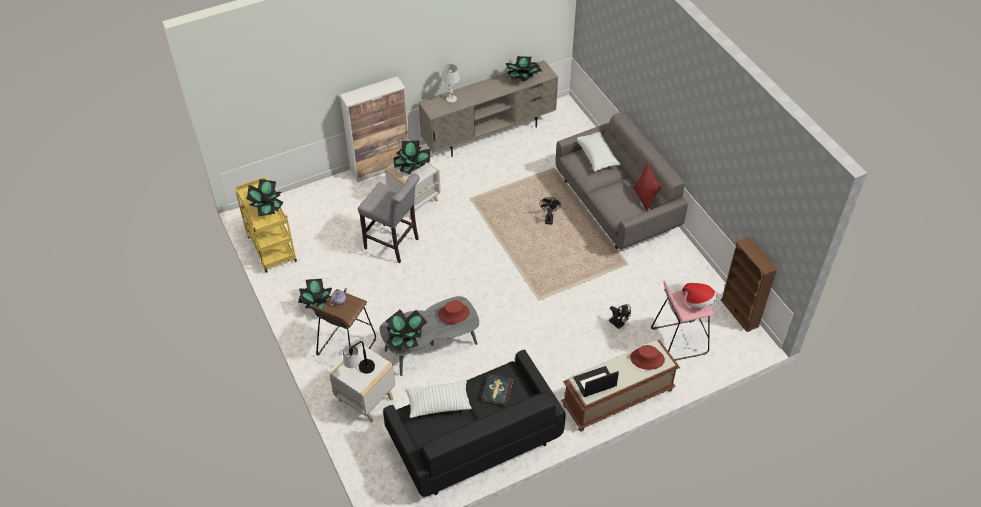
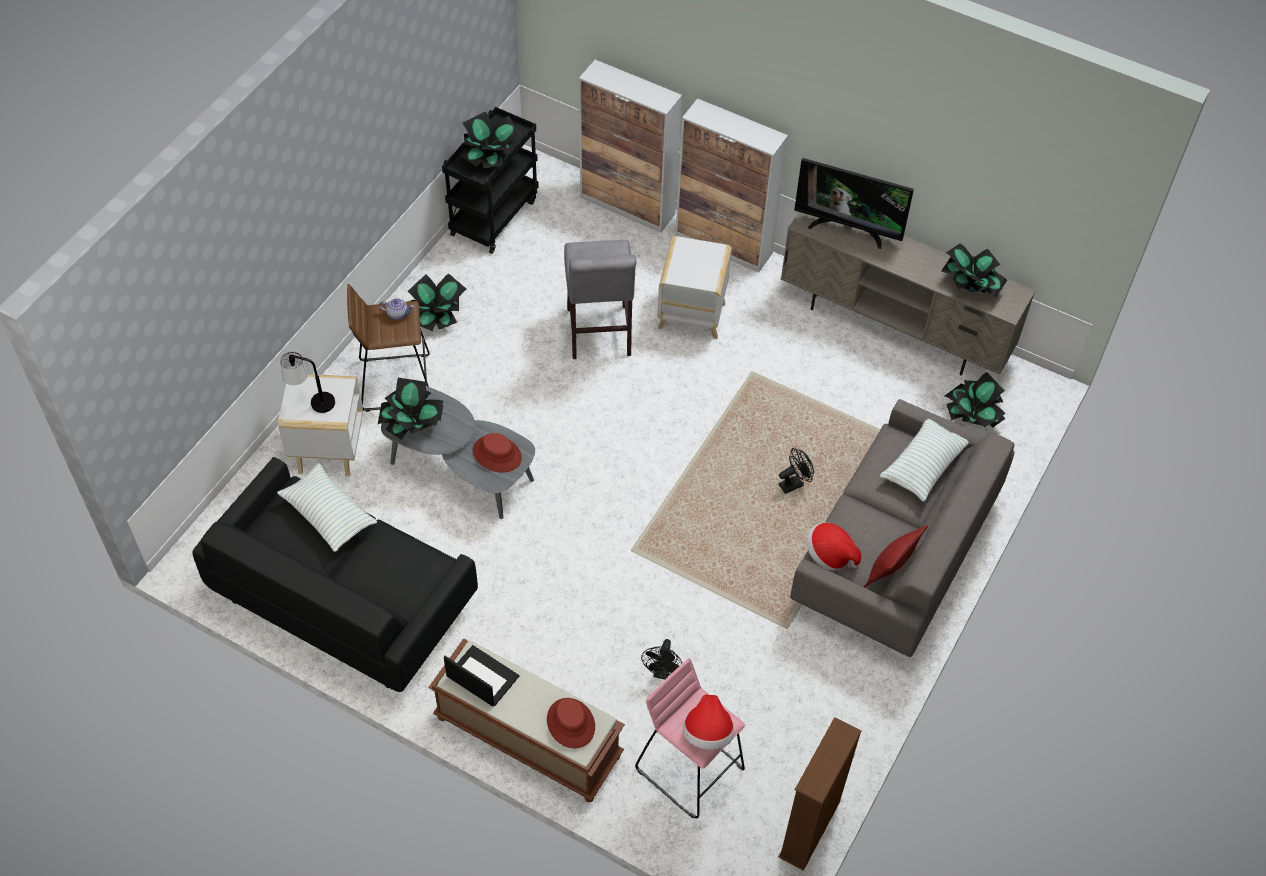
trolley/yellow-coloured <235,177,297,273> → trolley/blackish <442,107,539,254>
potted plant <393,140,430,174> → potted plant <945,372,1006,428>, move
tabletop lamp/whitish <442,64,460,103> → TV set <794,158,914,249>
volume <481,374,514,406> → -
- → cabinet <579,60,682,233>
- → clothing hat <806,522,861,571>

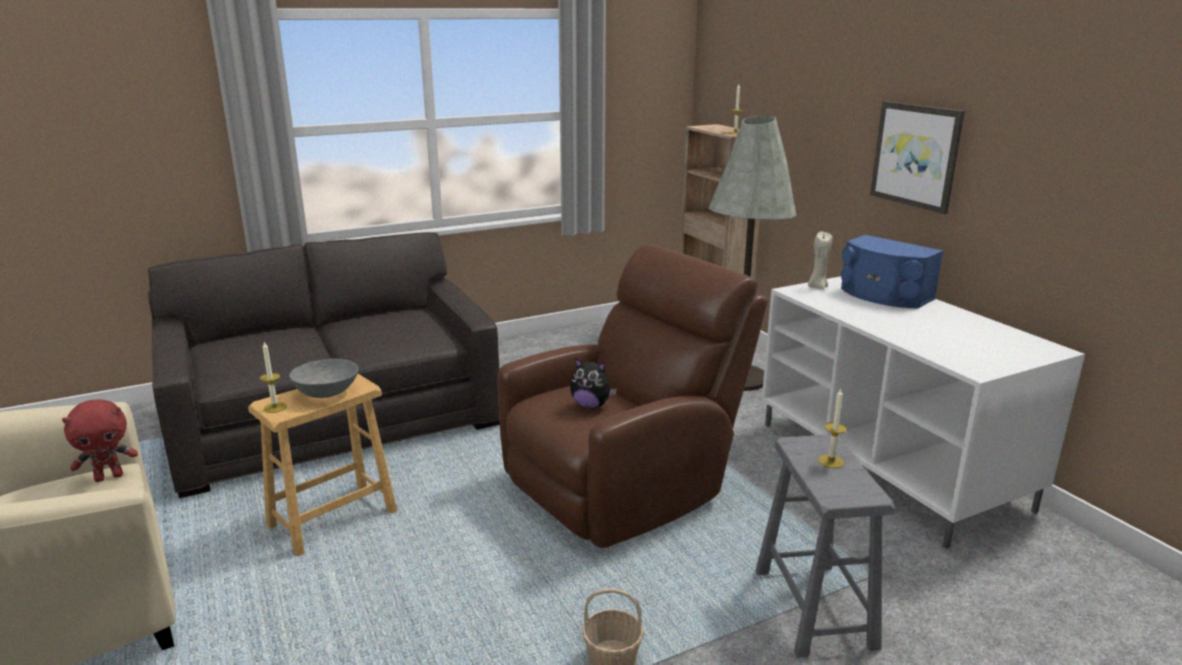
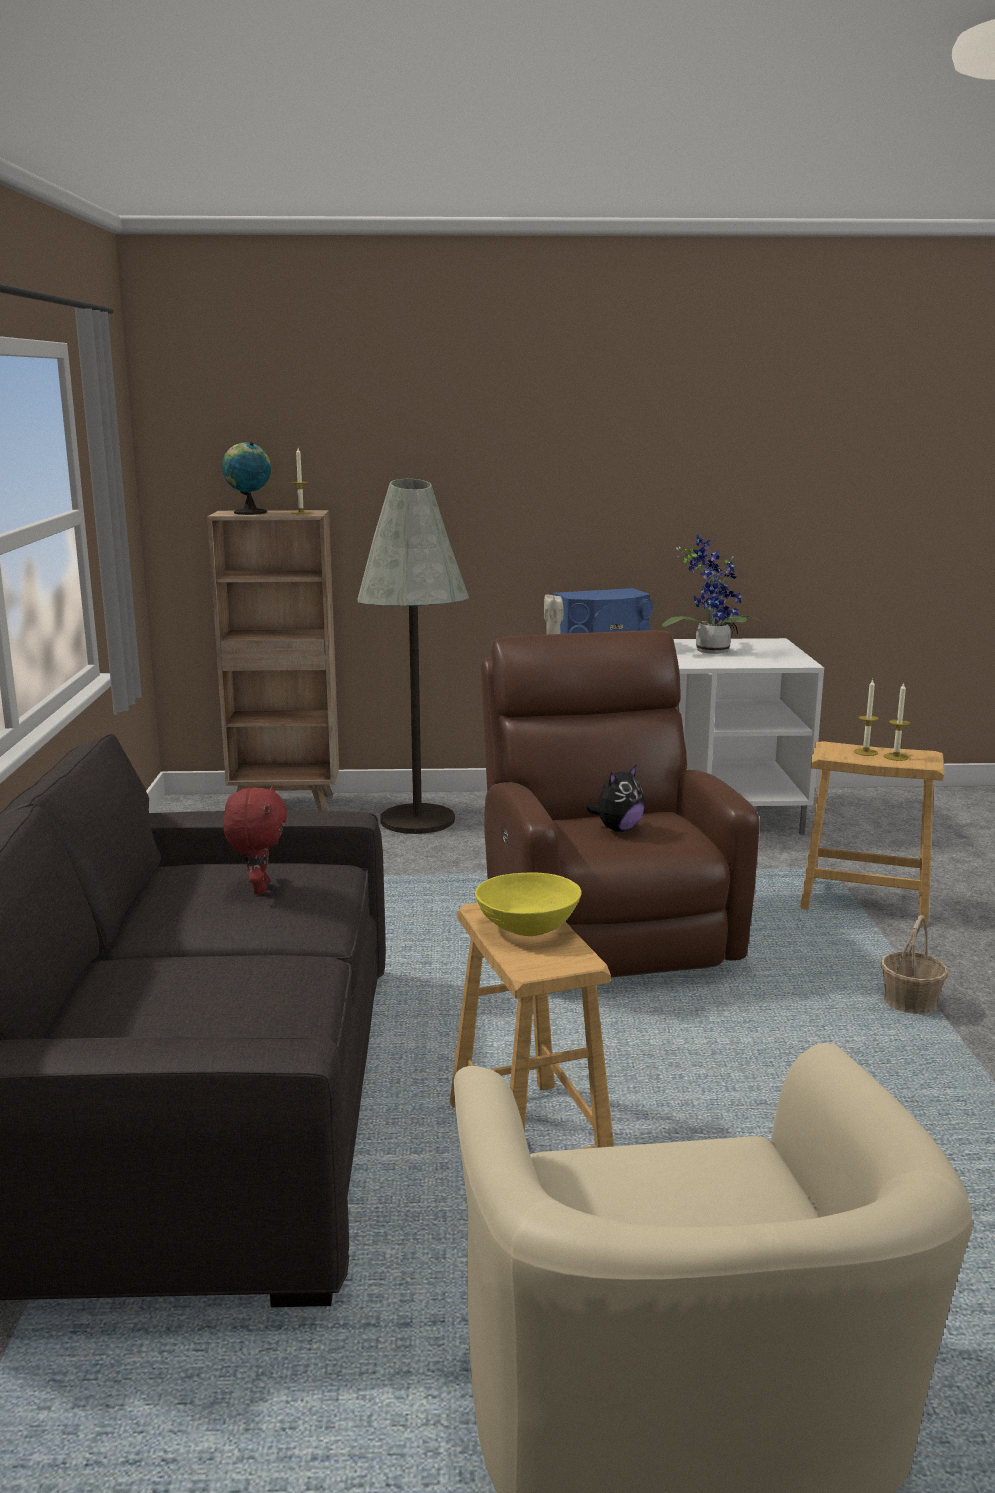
cuddly toy/red <62,399,138,482> → cuddly toy/red <223,786,287,894>, move
wax light <260,342,287,413> → wax light <884,682,910,761>, move
deep dish/greyish <289,359,358,398> → deep dish/yellow-coloured <475,873,582,936>
stool seat/greyish <755,434,895,658> → stool seat/brown <800,741,944,926>
wall art <870,101,965,214> → -
- → desk globe <222,442,271,515>
- → potted plant <662,534,761,654>

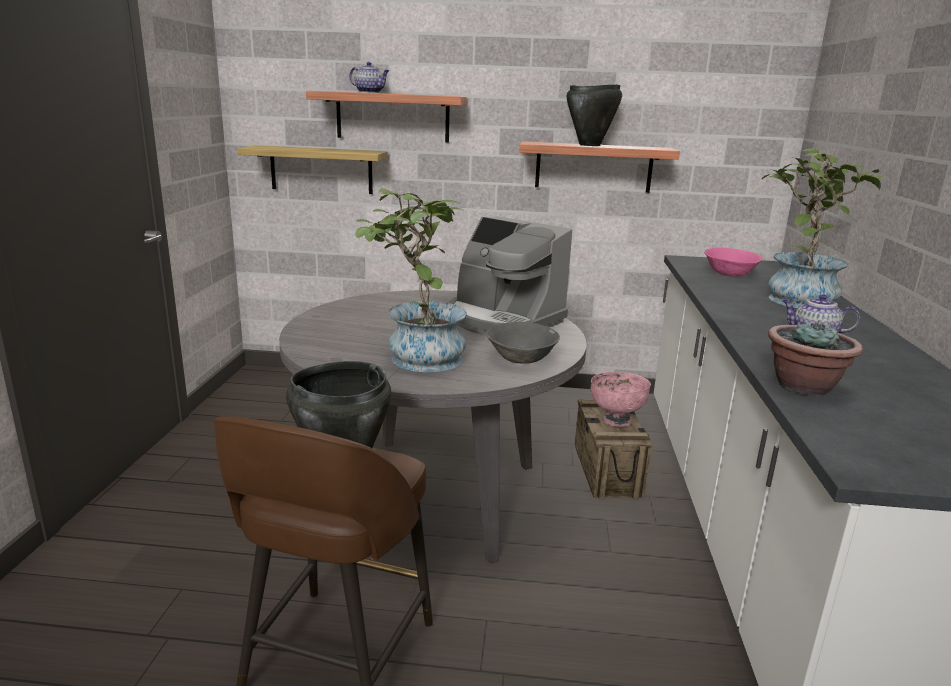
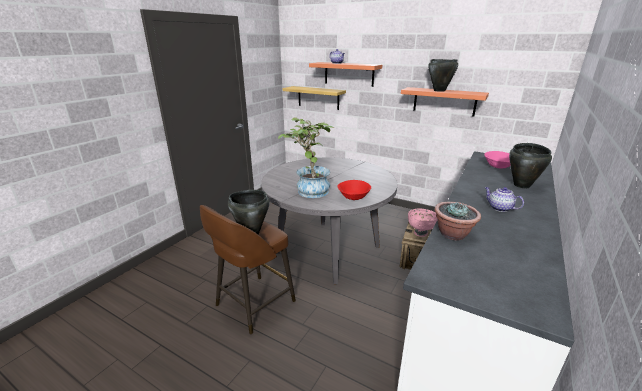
coffee machine <448,216,572,336> → -
deep dish/greyish <486,322,560,364> → deep dish/red <337,180,371,200>
potted plant <762,148,884,308> → cooking pot/blackish <509,143,552,188>

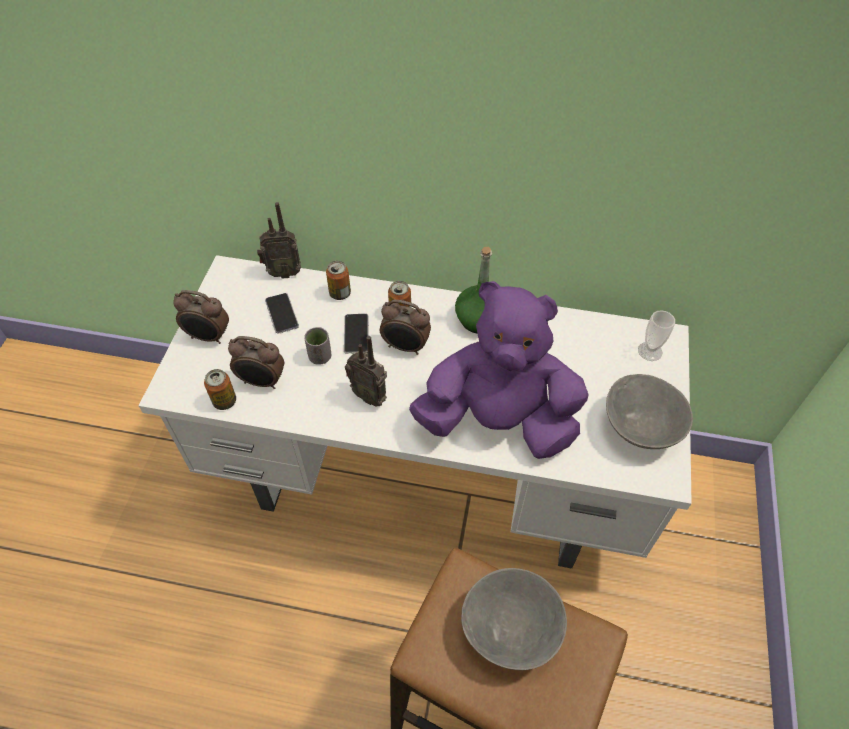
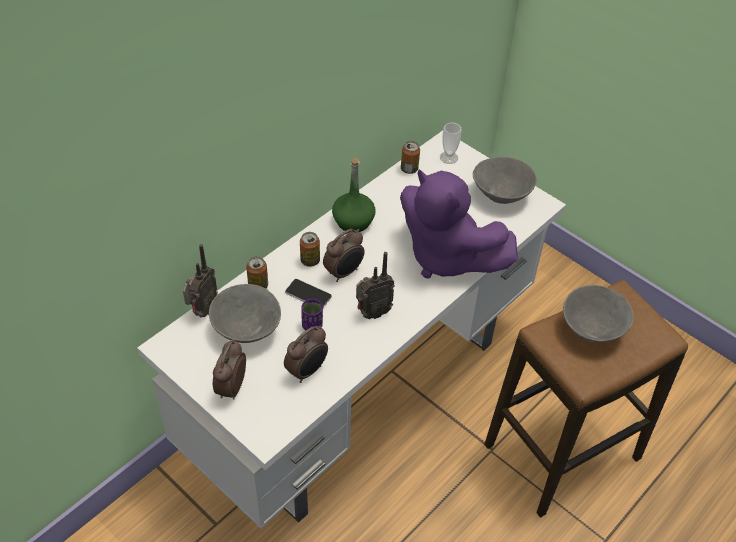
bedside clock <173,290,229,344> → bedside clock <213,339,246,400>, 150 degrees clockwise
can <204,369,236,410> → can <401,141,420,174>, move
phone <265,293,299,334> → deep dish/greyish <209,284,281,343>
small cup/greyish <304,327,331,365> → small cup/purplish <301,299,323,330>
cuddly toy/purplish <409,281,589,459> → cuddly toy/purplish <400,169,518,278>, 90 degrees counterclockwise

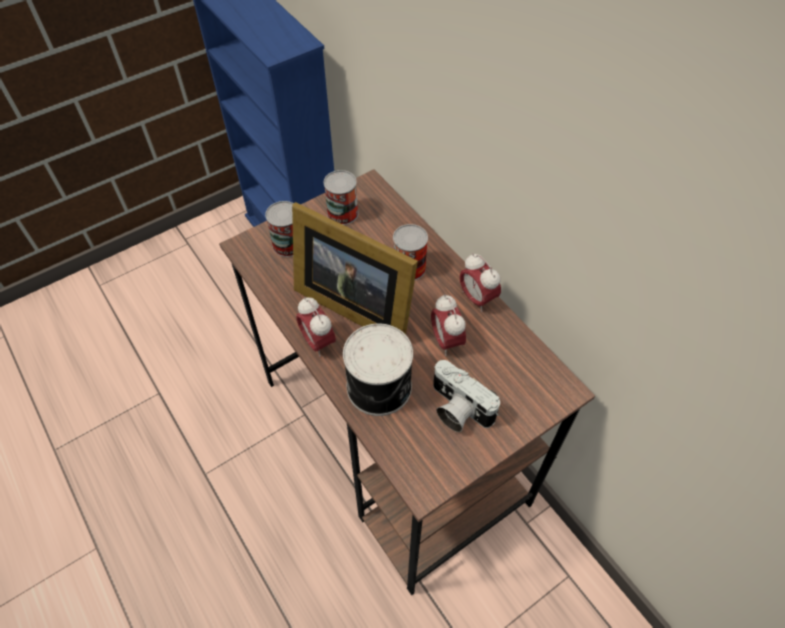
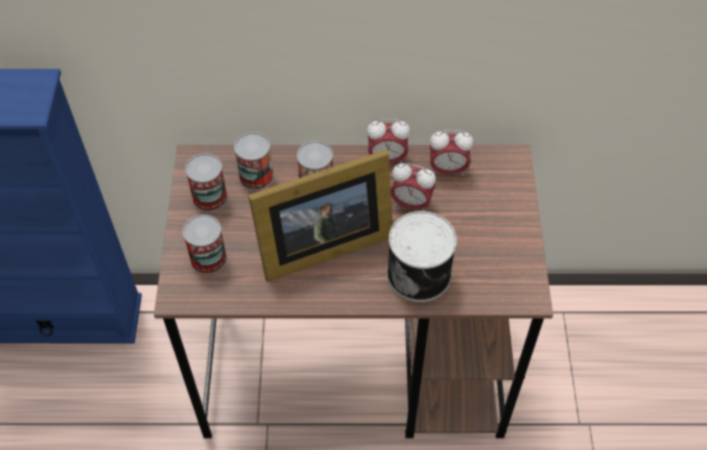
bedside clock <296,297,336,357> → bedside clock <430,130,473,176>, move
photo camera <433,360,500,432> → -
- → can <234,132,274,190>

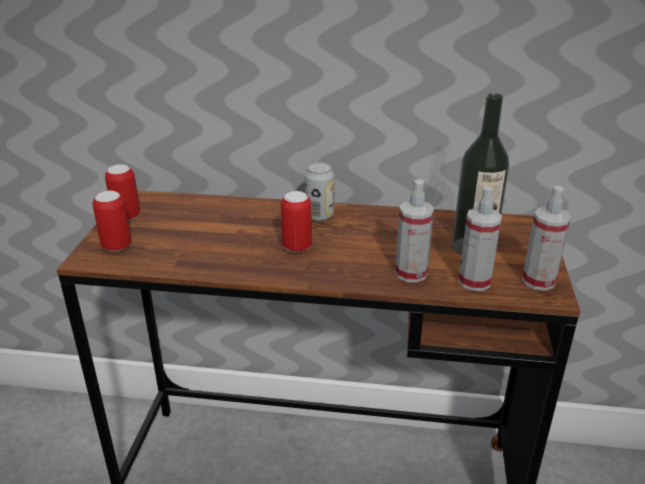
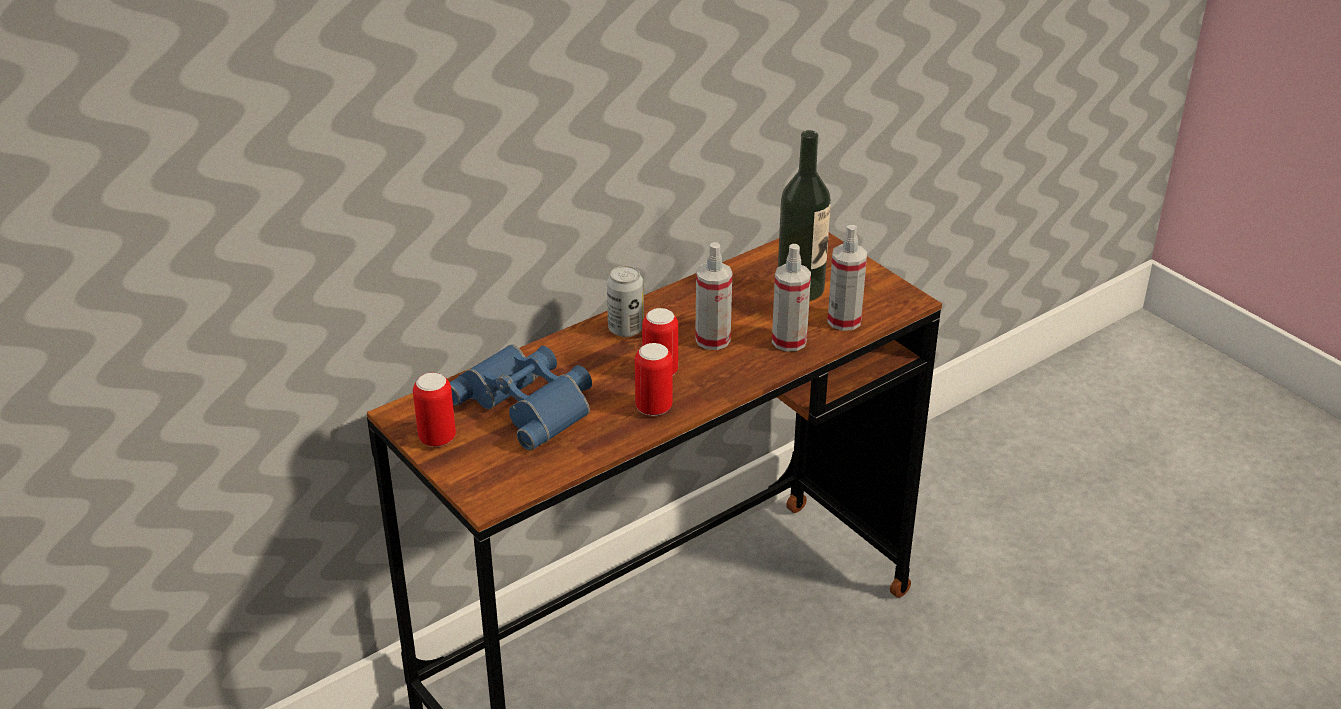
can <93,191,131,252> → can <635,343,672,416>, move
sprayer <522,186,571,291> → sprayer <695,242,732,350>, move
- → binoculars/bluish <449,344,592,451>

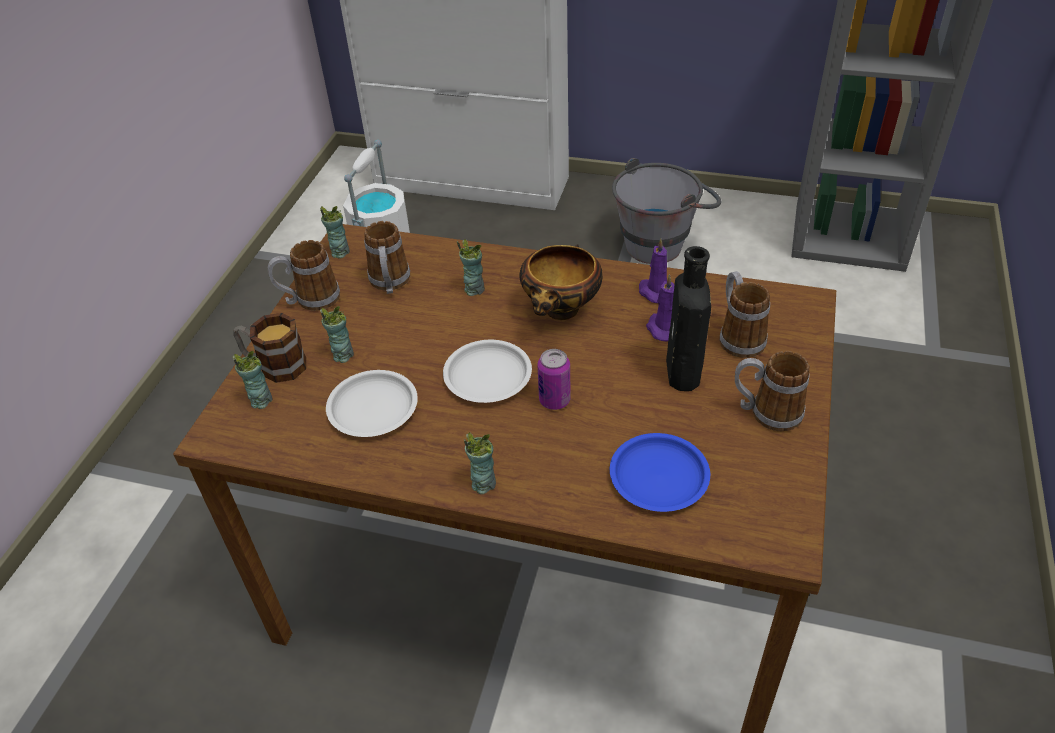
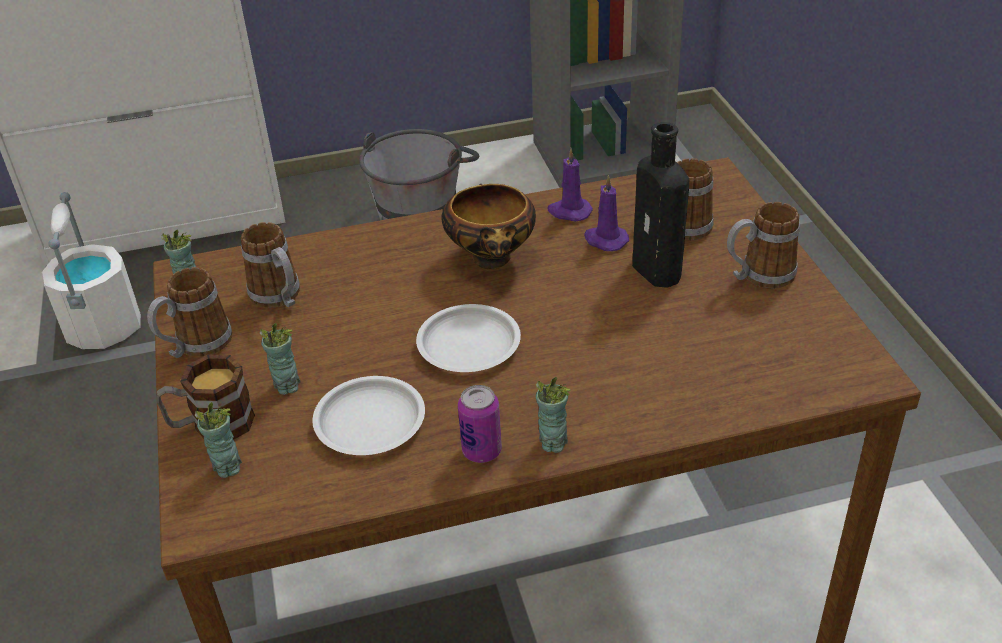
small cup <457,239,485,296> → -
can <537,349,571,410> → can <458,385,502,463>, move
plate/bluish <610,433,710,512> → -

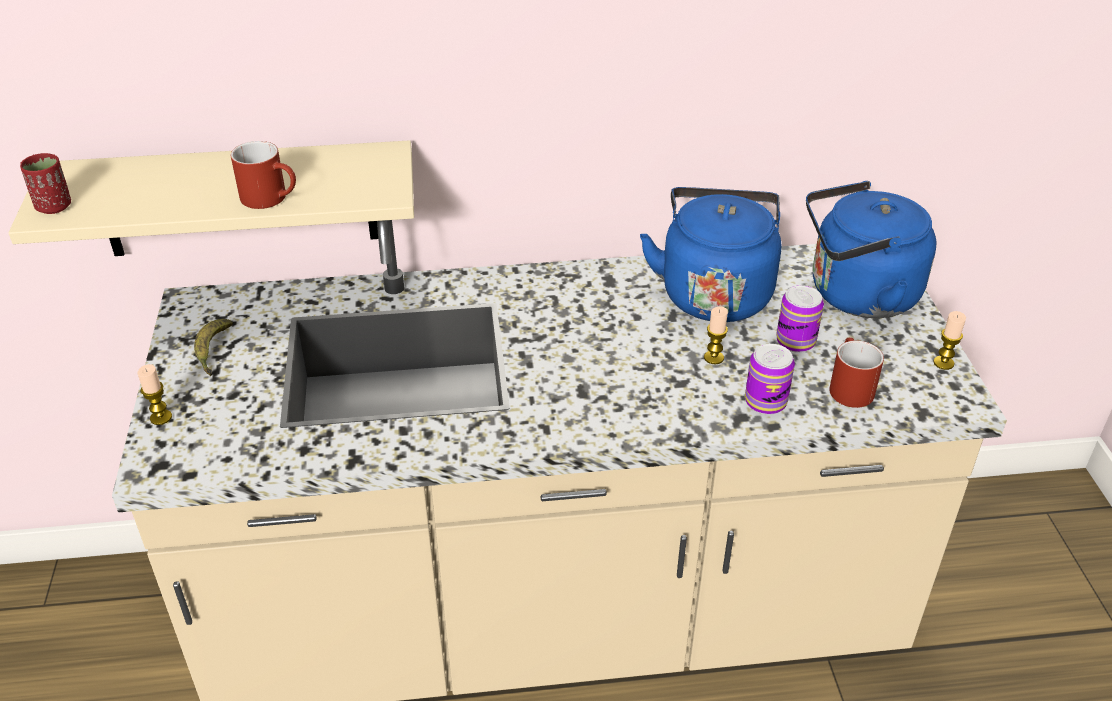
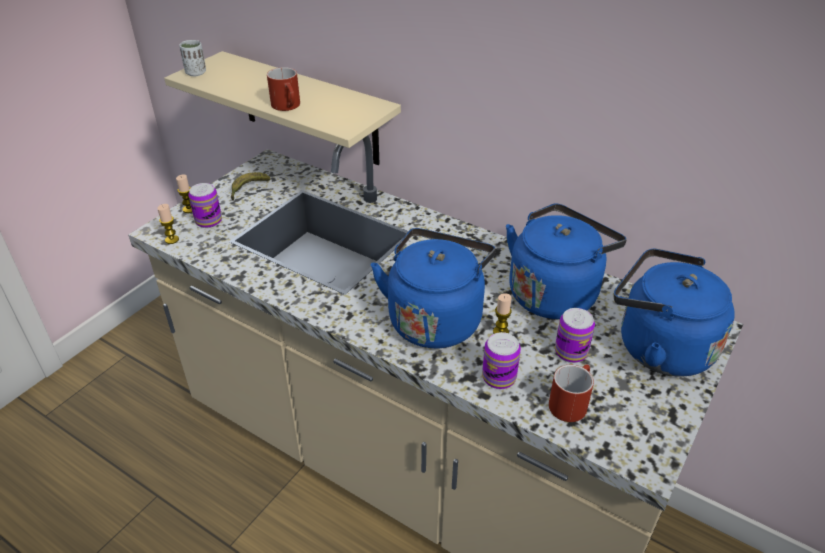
small cup/red <20,153,71,214> → small cup/whitish <179,40,206,76>
wax light <933,311,966,370> → wax light <157,204,179,244>, move
- → can <188,183,222,228>
- → tea kettle/bluish <371,228,496,348>

